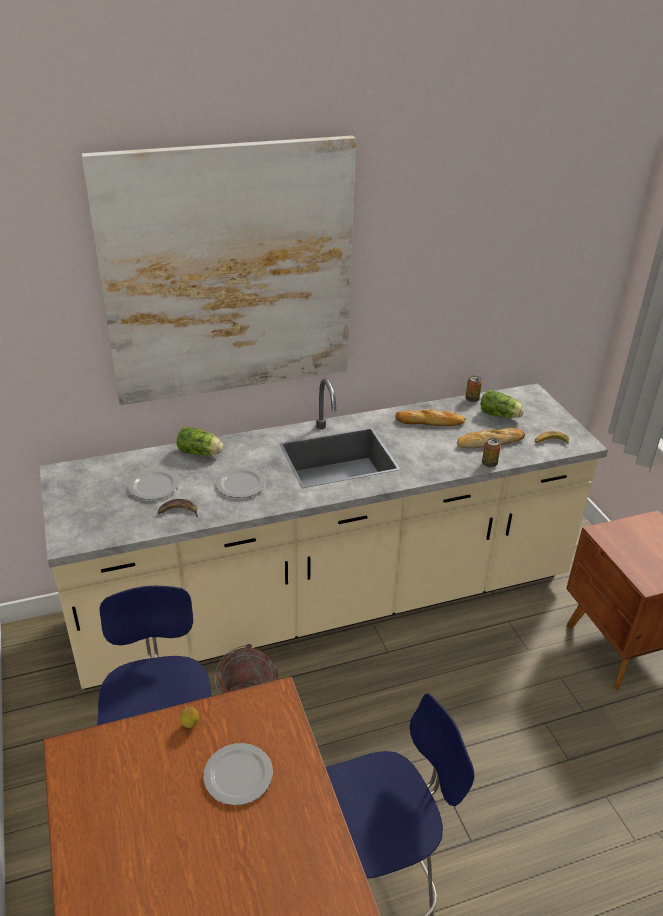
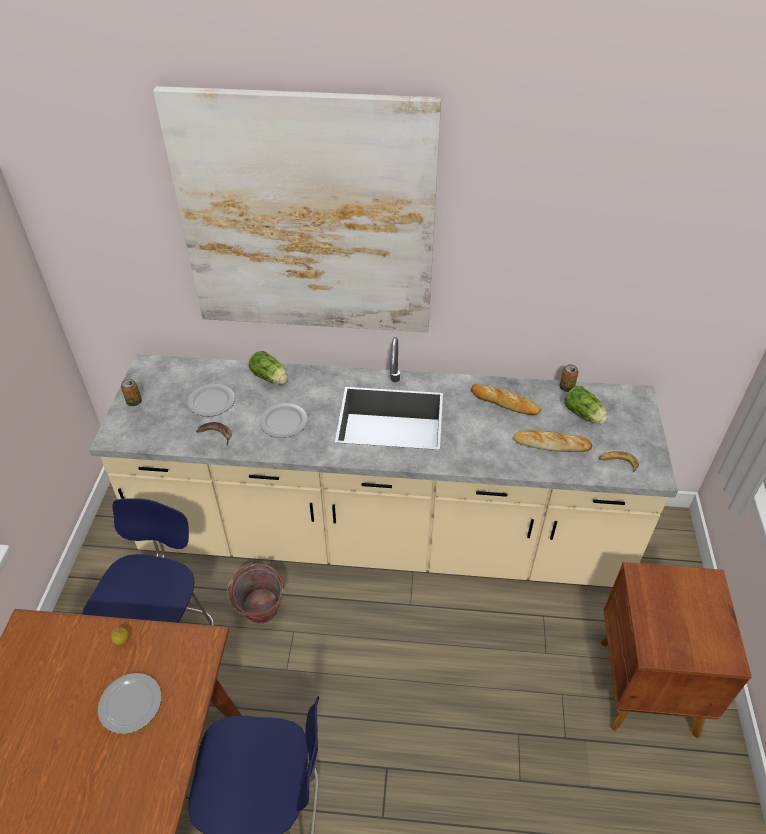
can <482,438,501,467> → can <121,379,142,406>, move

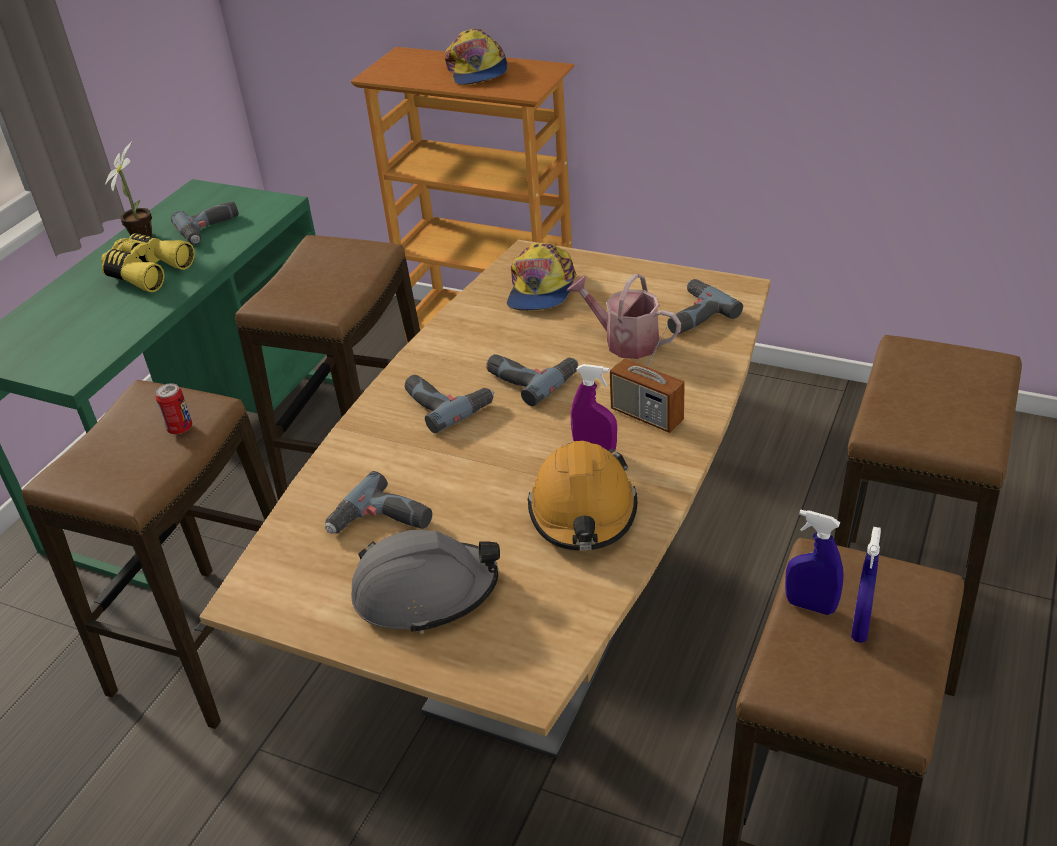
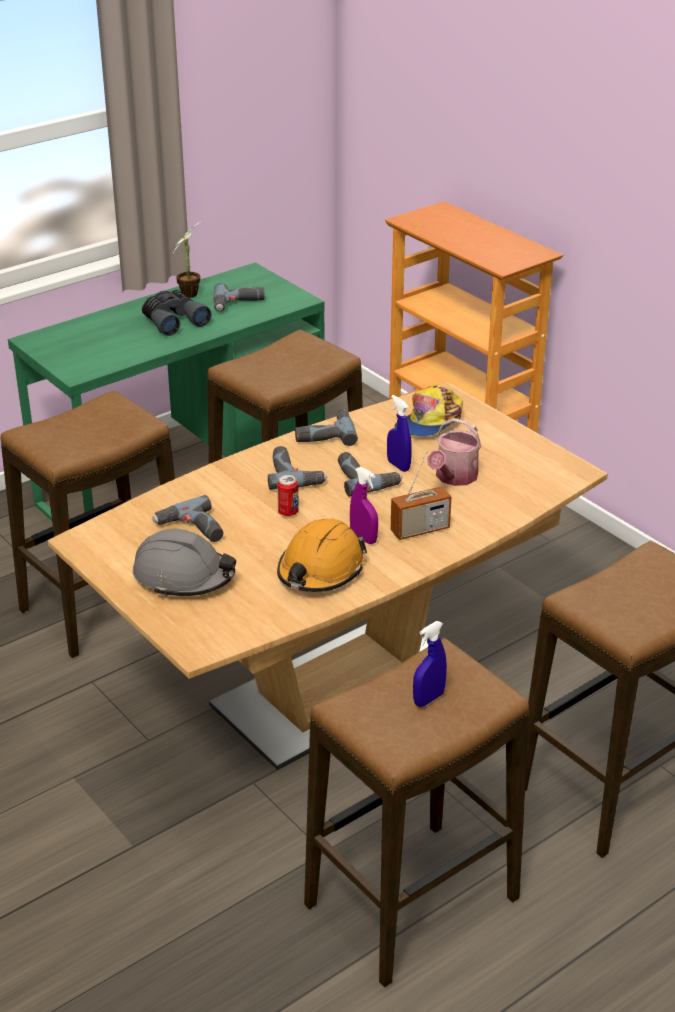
binoculars/yellow-coloured <101,234,195,292> → binoculars/greyish <142,290,212,336>
can <155,383,192,434> → can <277,475,299,516>, move
cap <445,29,508,85> → -
watering can <567,273,681,359> → watering can <427,418,481,486>, 120 degrees counterclockwise
radio set <610,326,685,433> → radio set <391,451,451,540>, 90 degrees counterclockwise
electric drill <667,279,743,334> → electric drill <295,409,358,446>, move
sprayer/bluish <785,510,844,615> → sprayer/bluish <387,395,412,472>, move

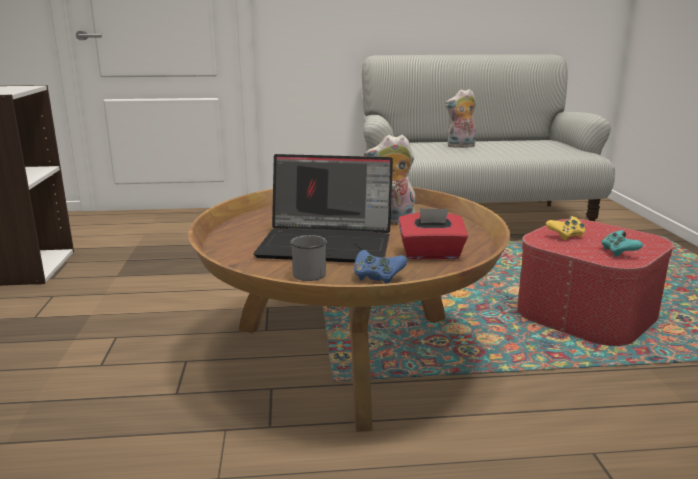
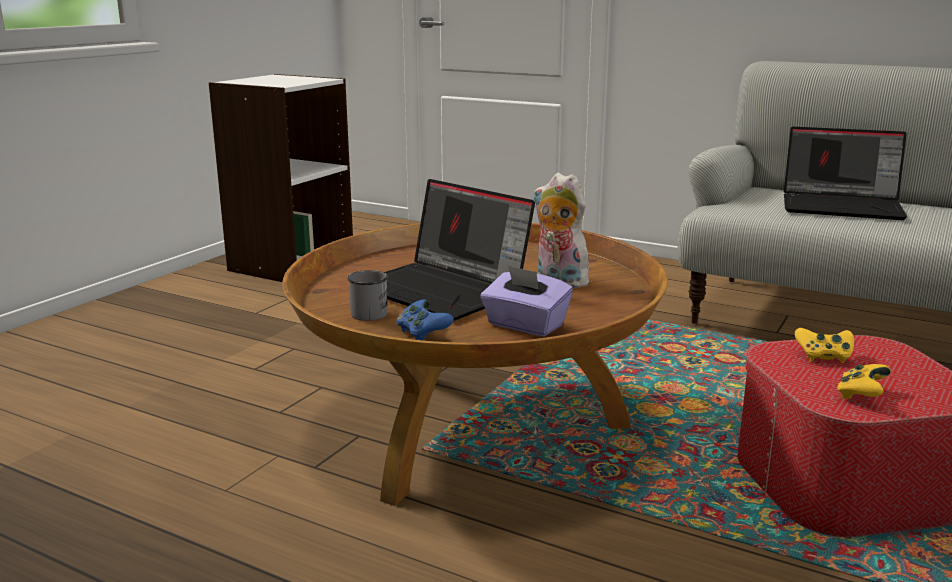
tissue holder/red <398,208,468,259> → tissue holder/purplish <480,265,573,336>
cuddly toy <445,89,476,148> → laptop <784,127,907,220>
joypad/turquoise <601,231,643,256> → joypad/yellow-coloured <837,364,891,400>

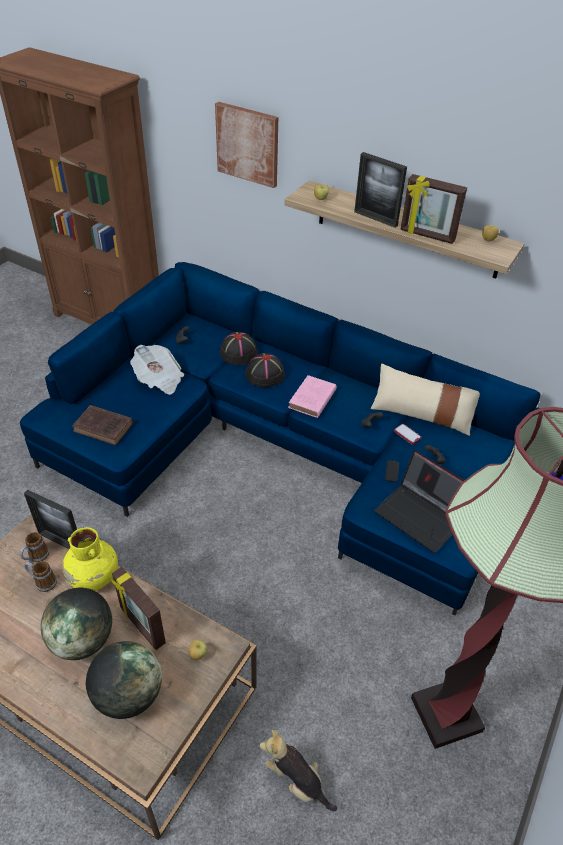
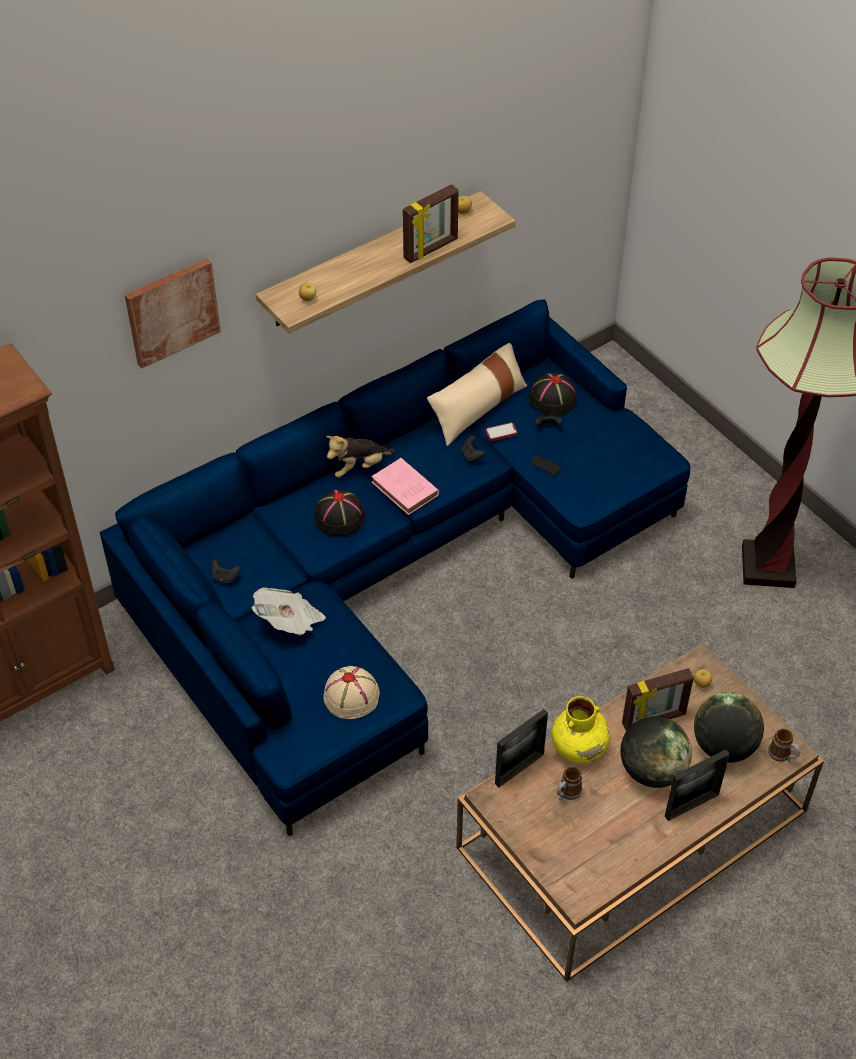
coffee mug <19,532,49,563> → coffee mug <768,728,800,763>, move
volume/brown <72,405,133,445> → clothing hat/beige-coloured <323,666,380,719>
clothing hat/blackish <220,332,258,365> → clothing hat/blackish <529,373,577,415>, move
cuddly toy <260,730,337,811> → cuddly toy <326,436,395,478>, move
picture frame <354,152,407,228> → picture frame <665,750,730,821>, move
laptop <374,450,465,553> → -

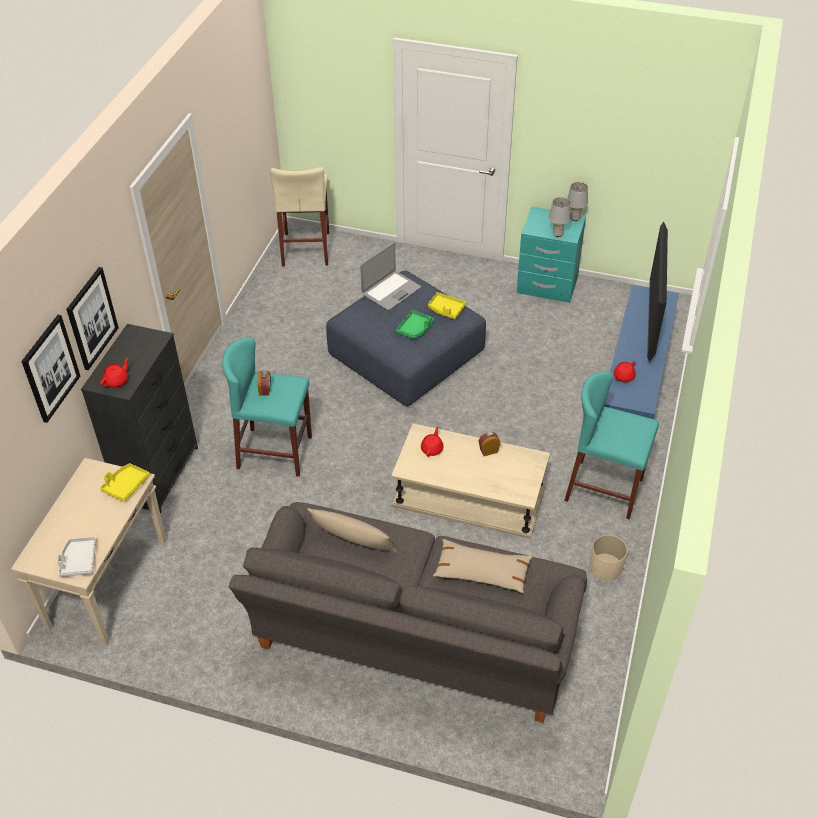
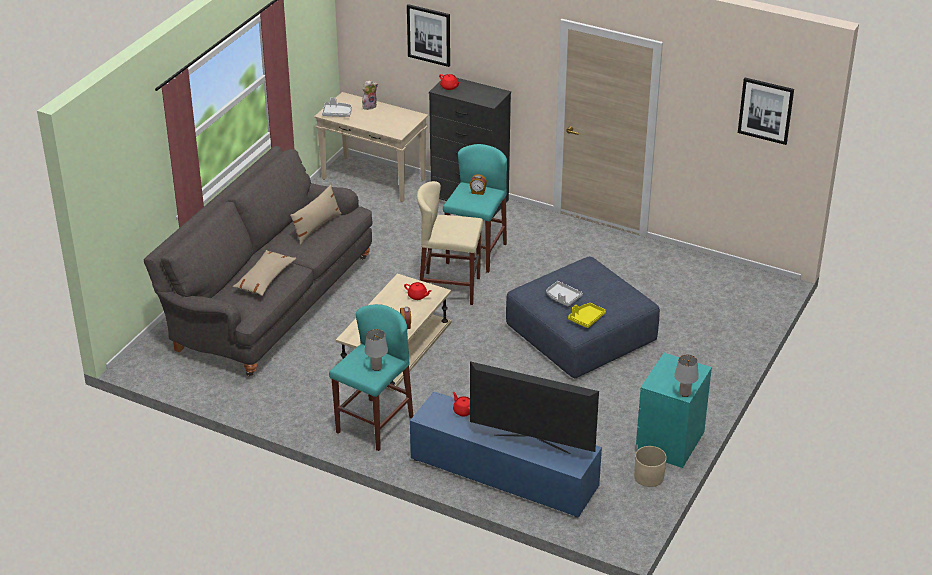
wall art <66,267,119,370> → wall art <738,78,794,145>, move
carrying tray/yellow-coloured <100,463,150,502> → -
stool seat/beige-coloured <270,167,329,266> → stool seat/beige-coloured <417,181,483,305>, move
laptop <360,243,421,310> → -
carrying tray/green-coloured <396,310,434,339> → carrying tray/greyish <546,281,583,307>
tabletop lamp/greyish <549,197,571,237> → tabletop lamp/greyish <364,329,388,371>, move
flower pot/beige-coloured <590,535,627,580> → flower pot/beige-coloured <634,446,667,487>, move
- → cuddly toy <362,80,378,110>

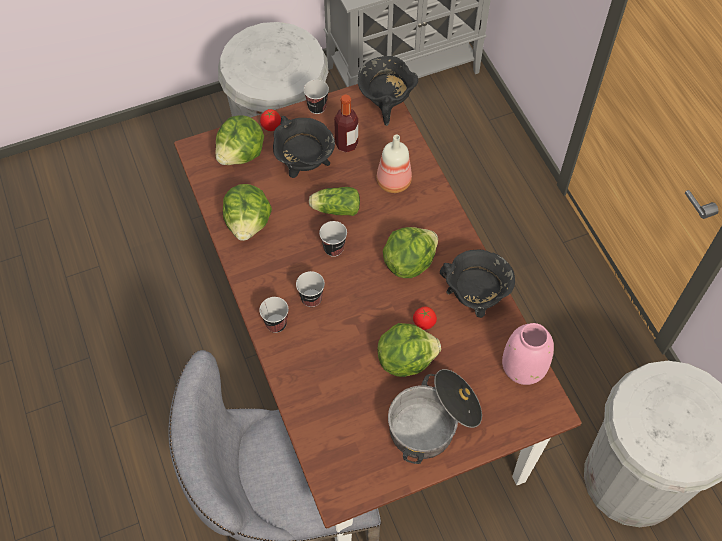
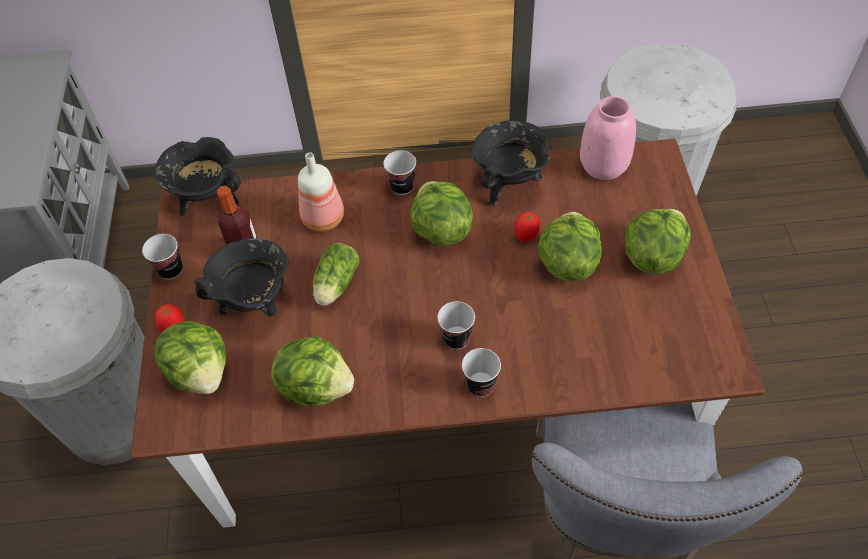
small cup <319,221,347,257> → small cup <383,150,416,195>, move
cooking pot <388,369,482,464> → lettuce head <625,209,691,274>

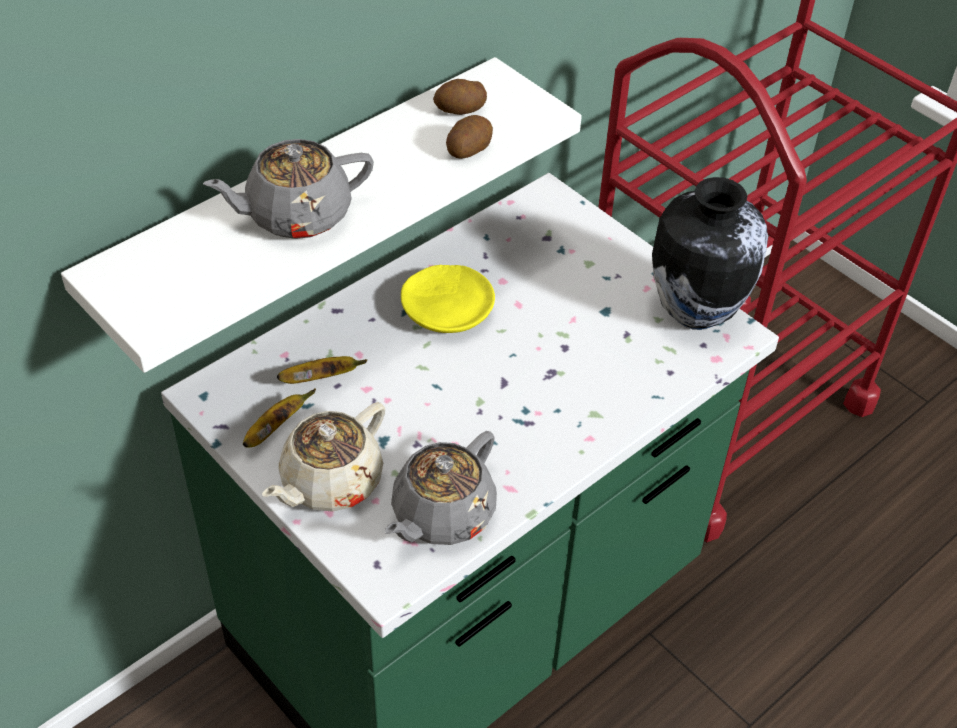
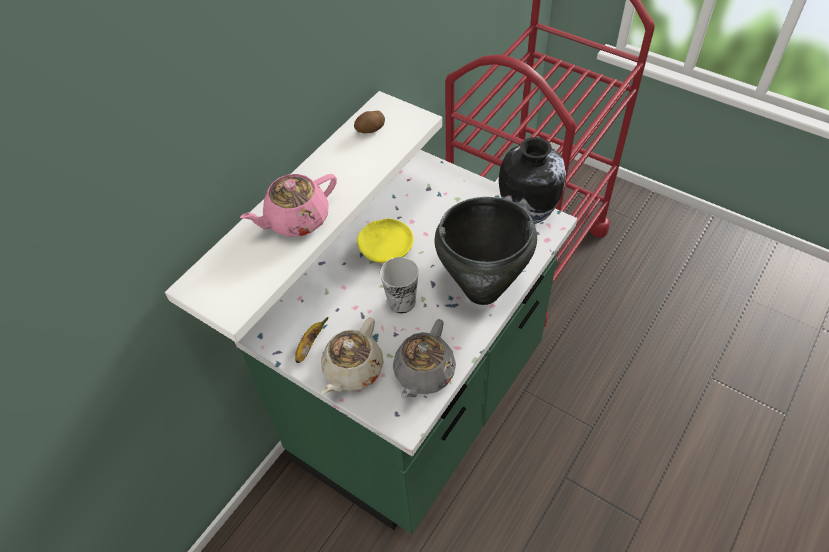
tea pot/greyish <203,139,374,239> → tea pot/pinkish <240,174,337,237>
whole banana <277,356,367,384> → -
whole potato <446,115,493,159> → -
- → small cup <380,257,419,313>
- → cooking pot/blackish <435,197,537,305>

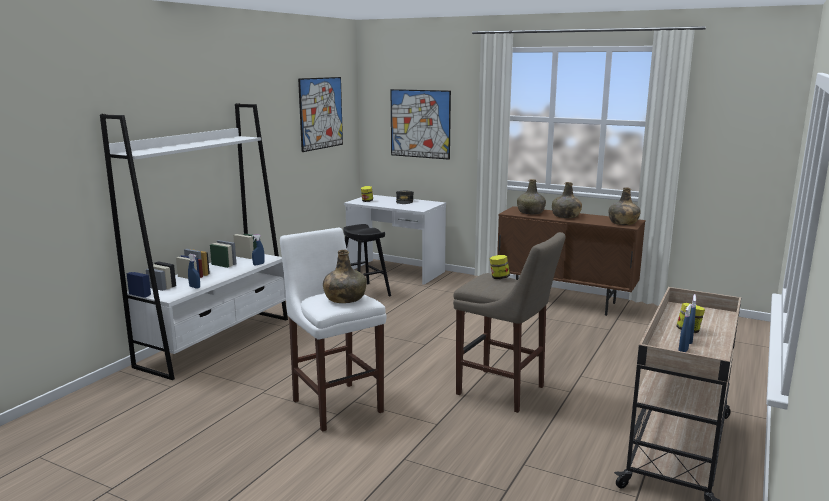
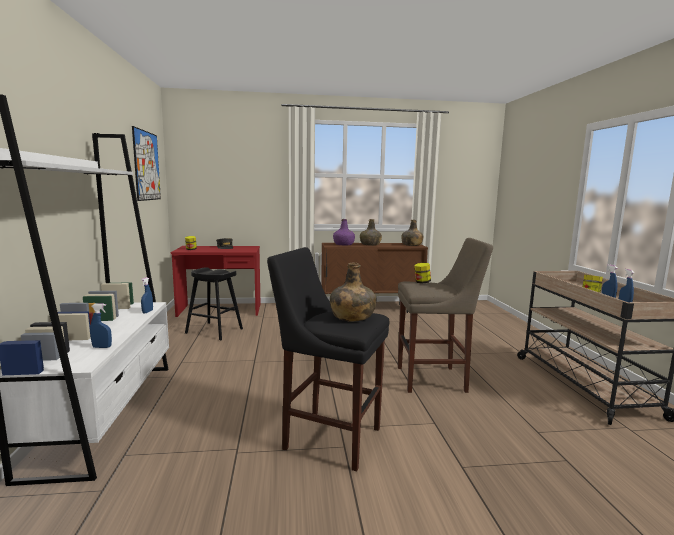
stool seat/whitish <280,228,387,432> → stool seat/blackish <267,247,389,471>
desk/whitish <344,195,446,285> → desk/red <171,246,260,317>
wall art <391,89,451,160> → -
drink bottle/green-coloured <517,179,546,215> → drink bottle/purplish <333,219,355,245>

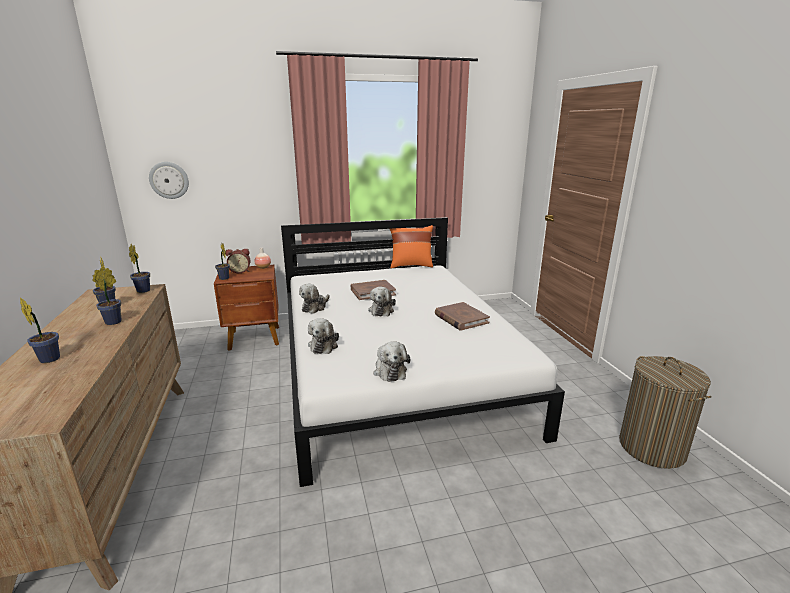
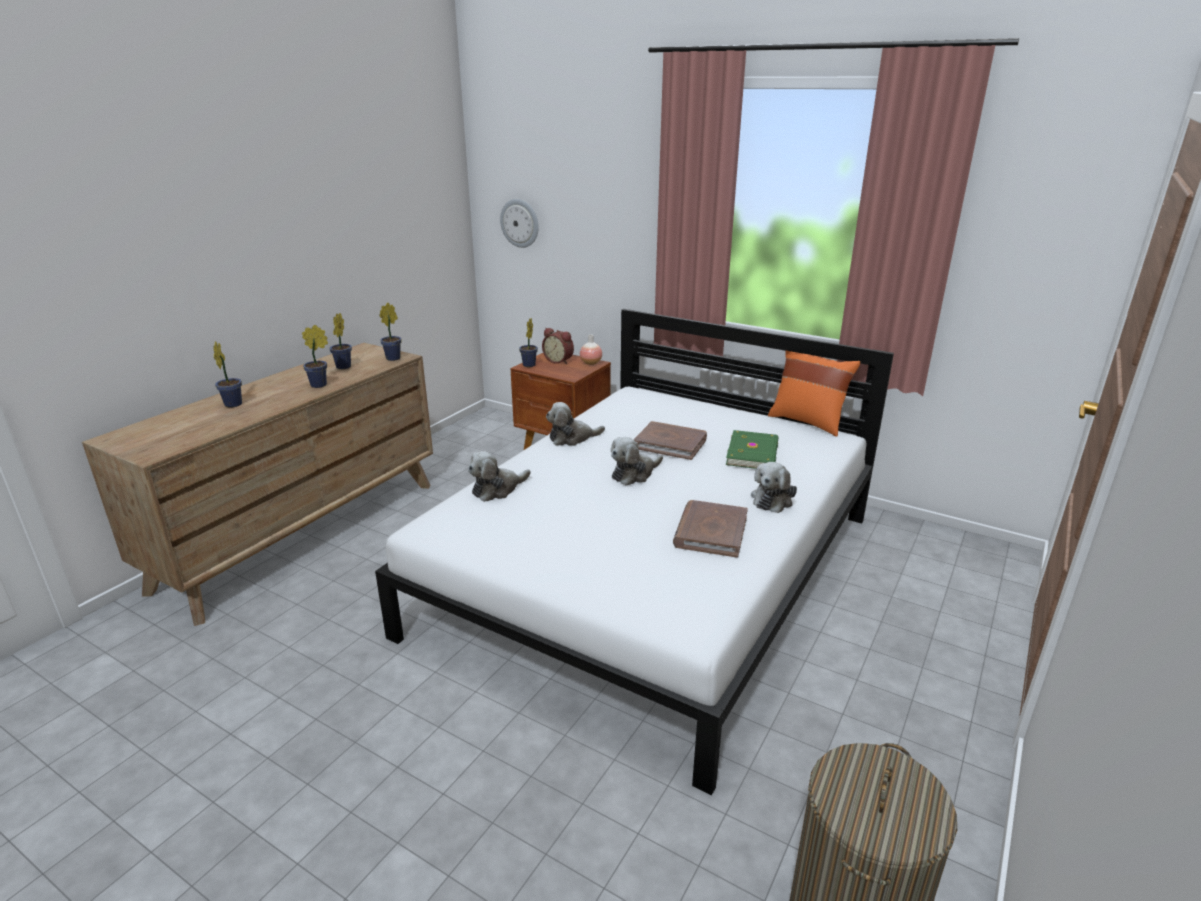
cuddly toy <373,341,410,382> → cuddly toy <751,462,797,513>, move
- → volume/green-coloured <726,430,778,469>

